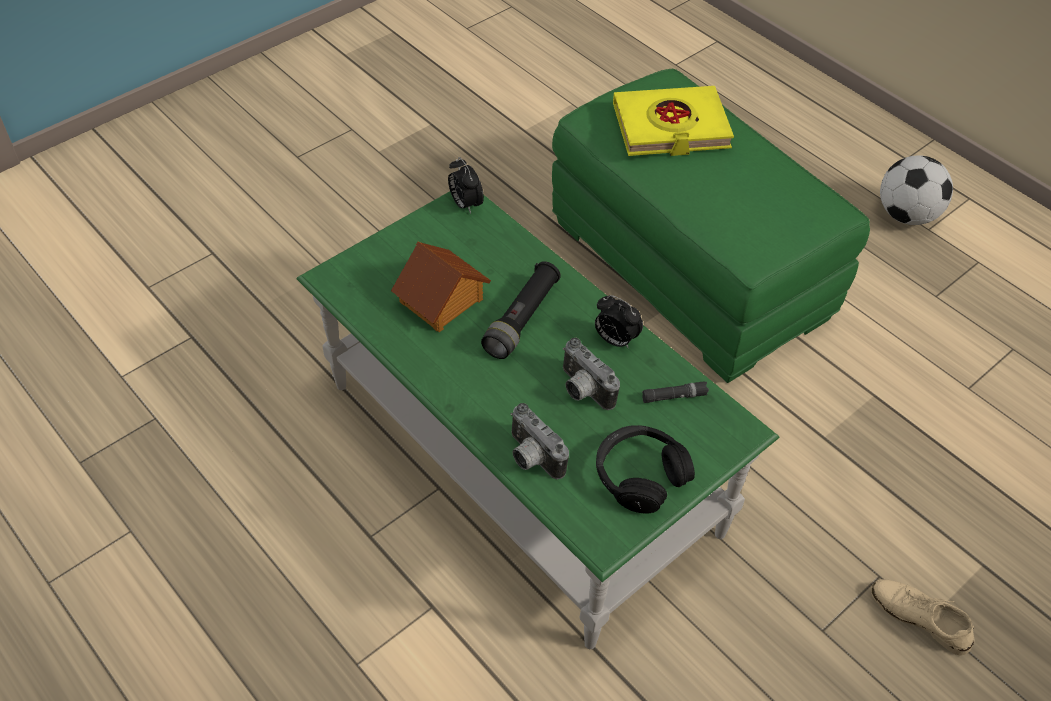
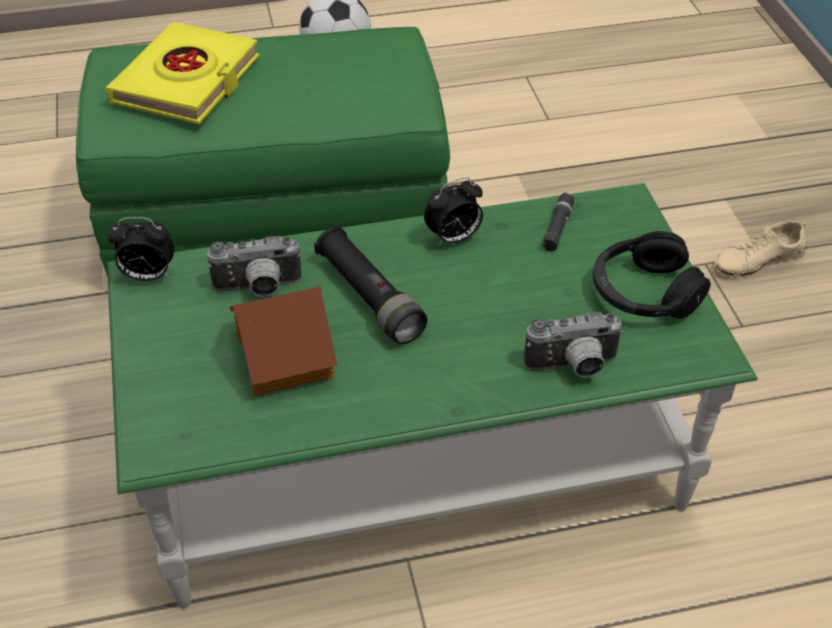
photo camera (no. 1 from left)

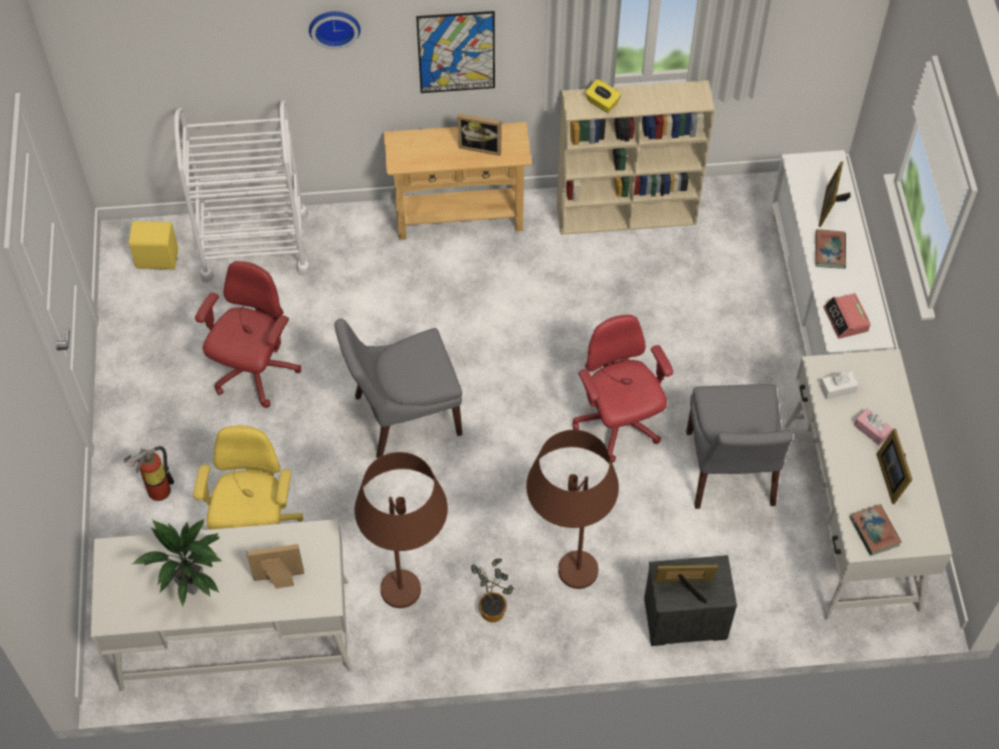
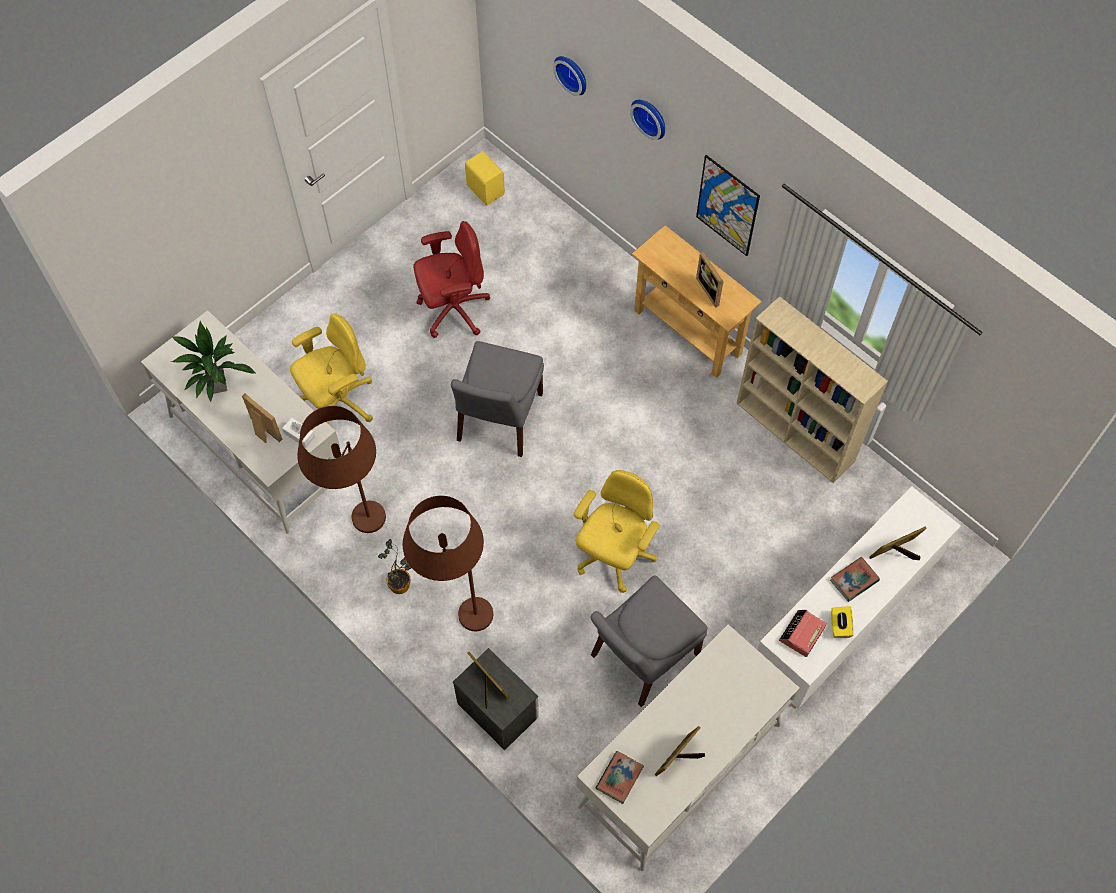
fire extinguisher; cart/white; chair/grey (no. 1 from left); office chair/yellow (no. 2 from left); tissue box/yellow; tissue box/white; tissue box/pink; wall clock (no. 1 from left)

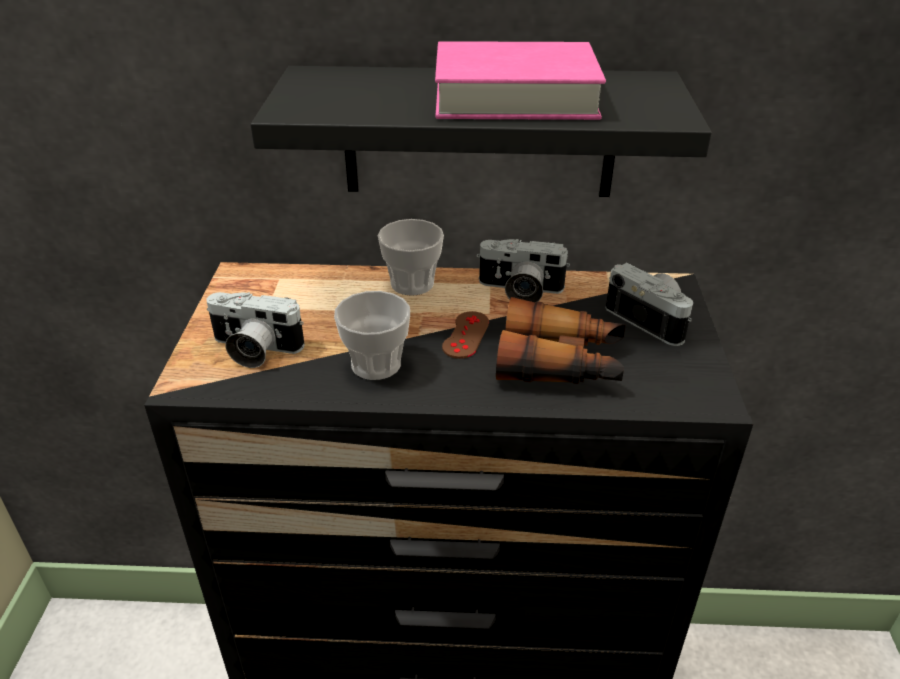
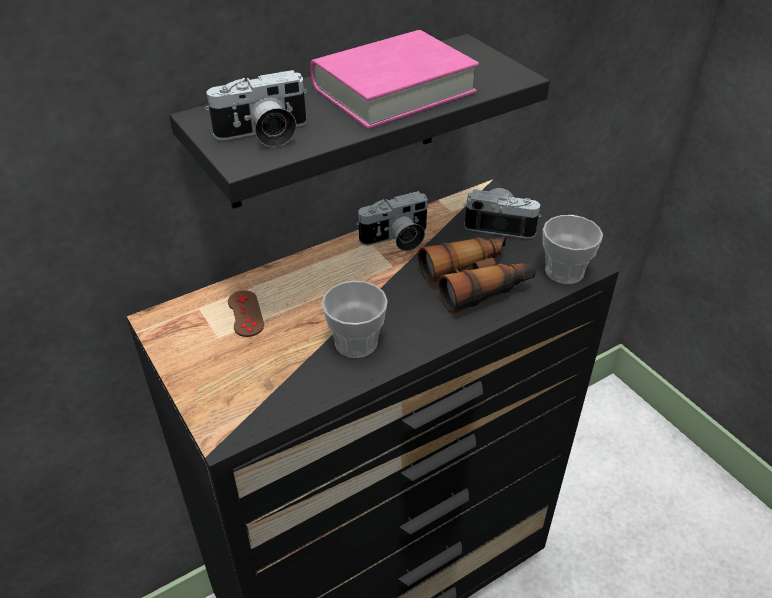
photo camera (no. 1 from left); cup (no. 2 from left); game controller/brown

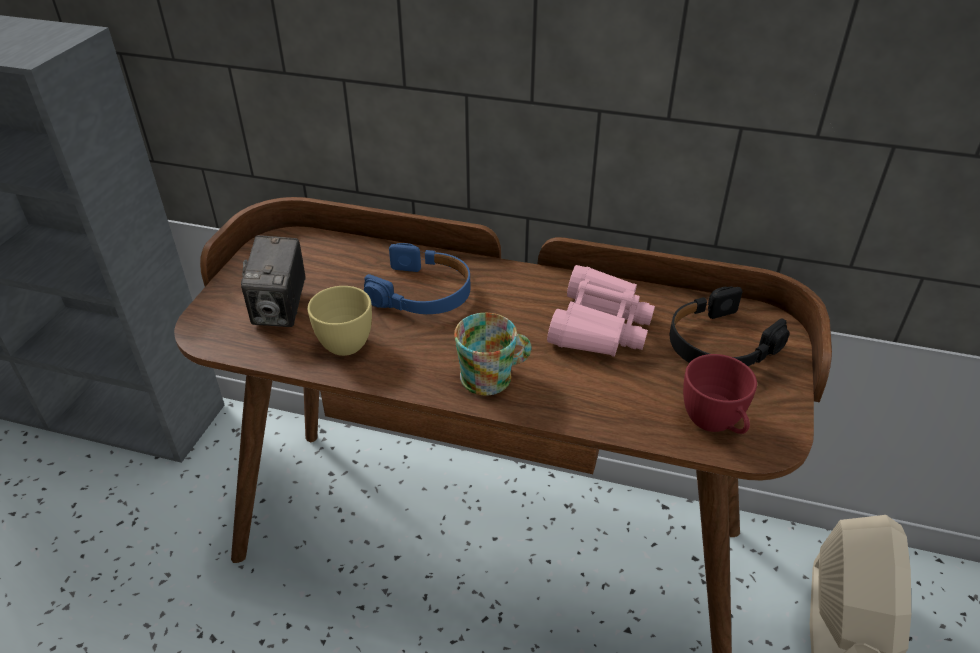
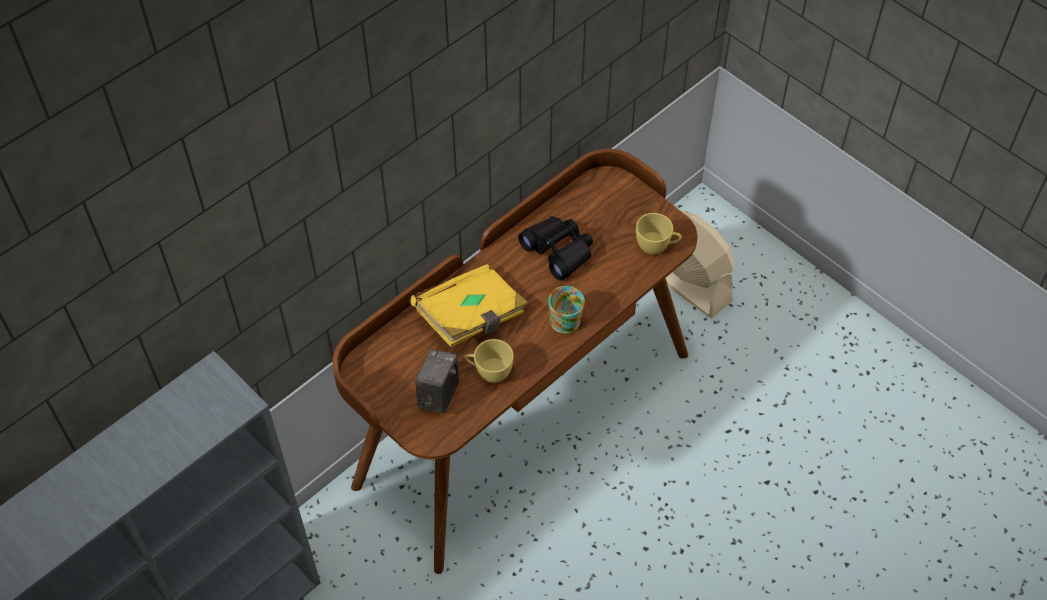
photo camera; book/yellow; binoculars/black; headphones/black; cup/yellow (no. 2 from left)

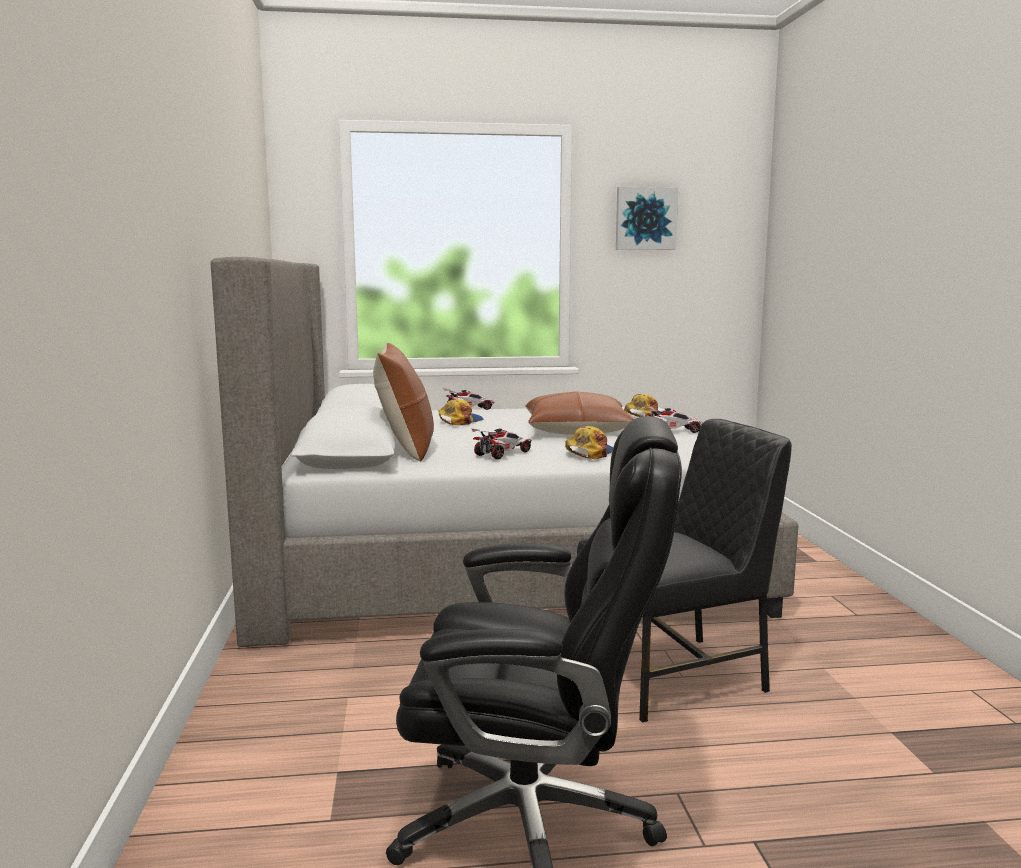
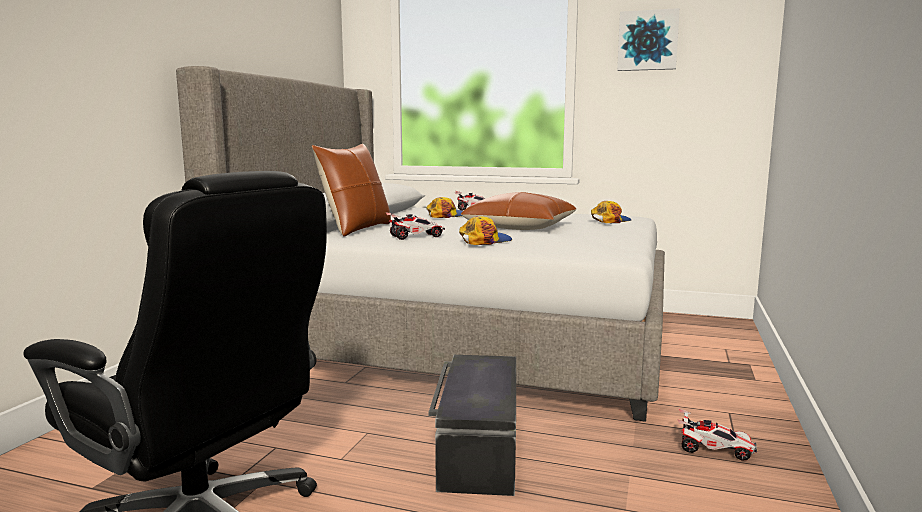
storage box/black; toy car (no. 3 from left)

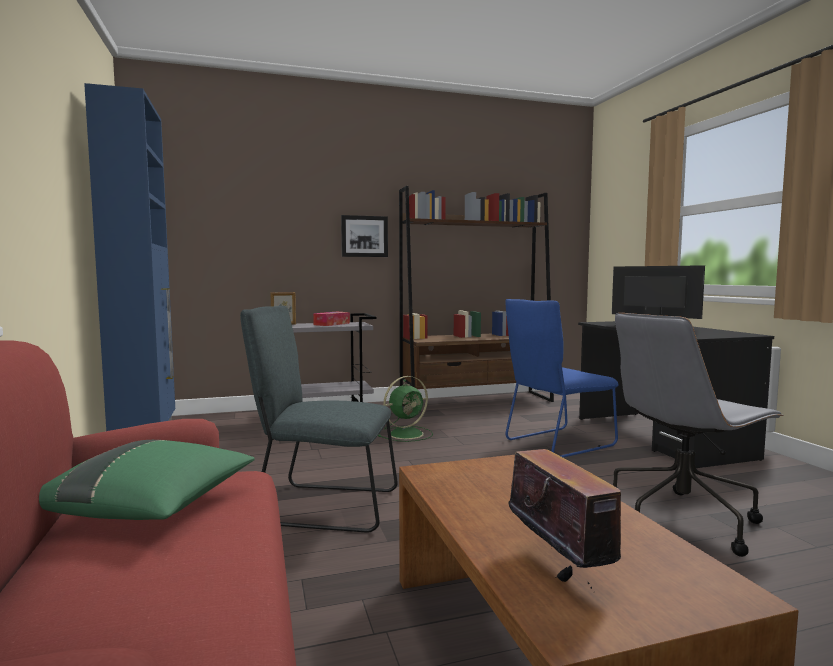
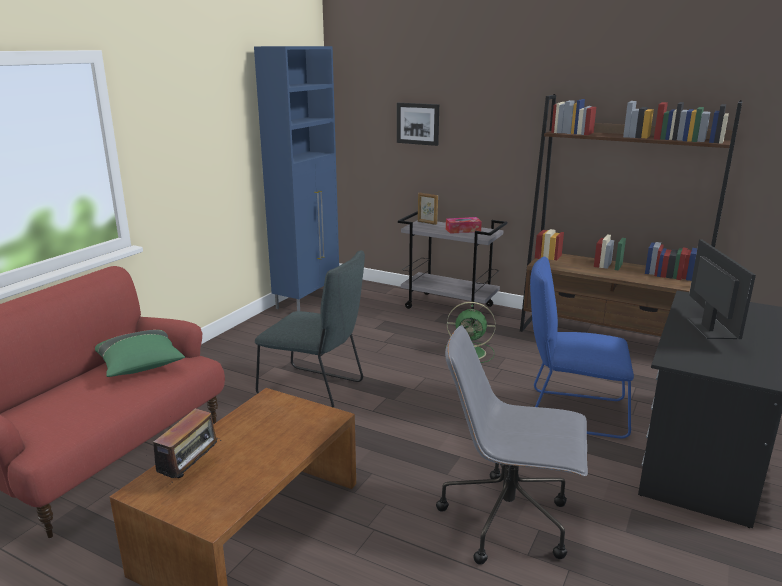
chair/grey; picture

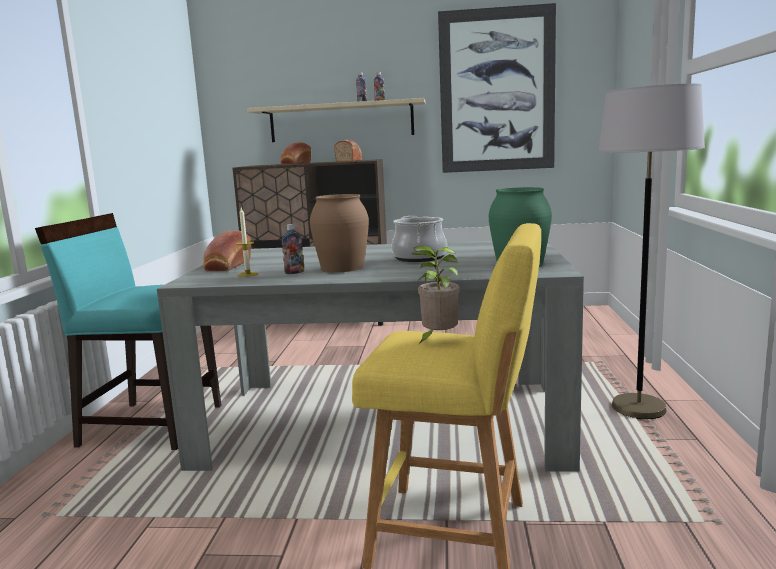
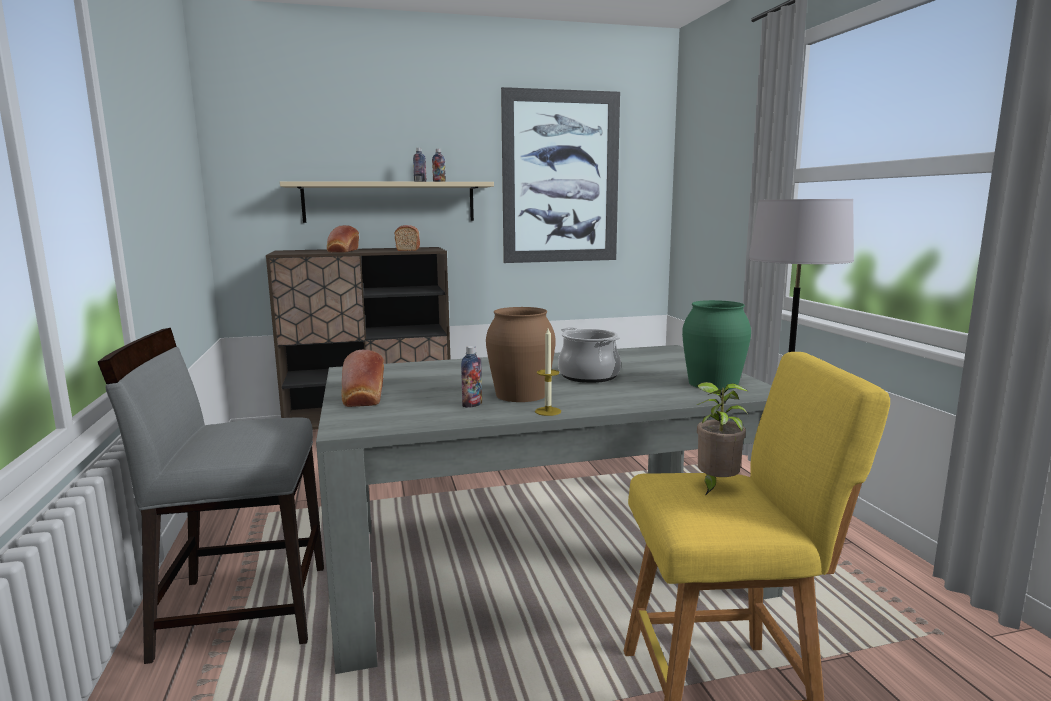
chair/grey; candle

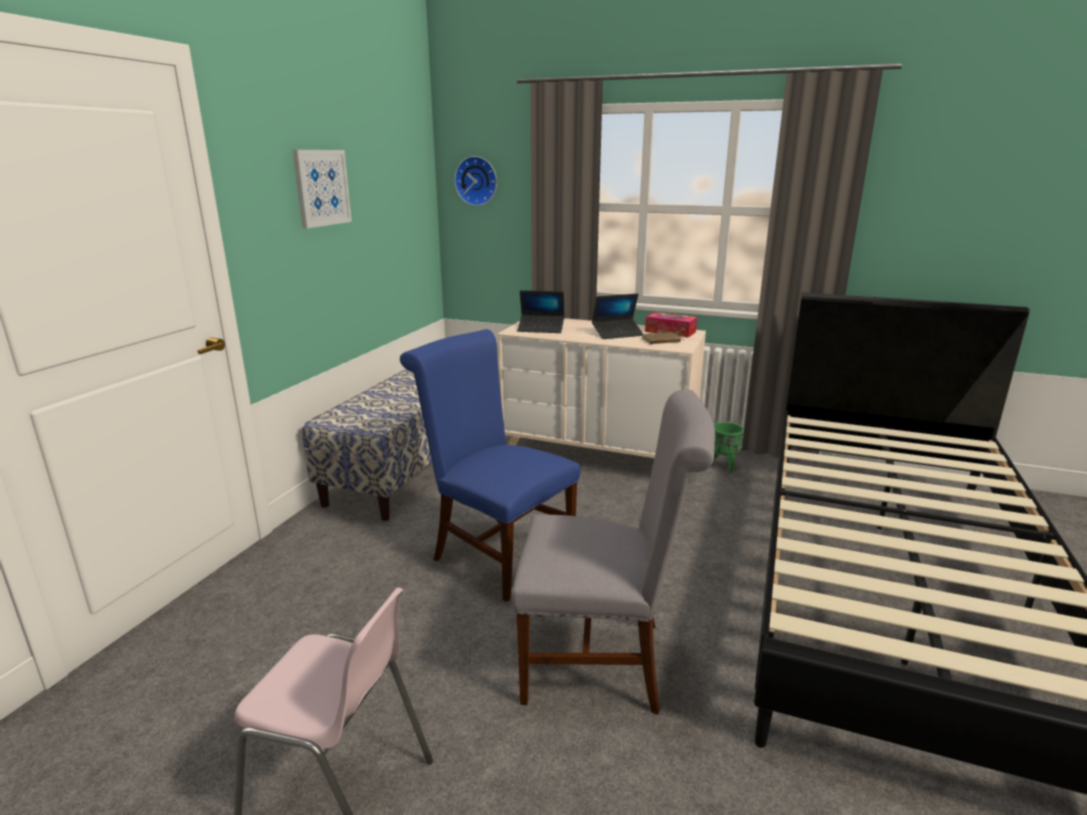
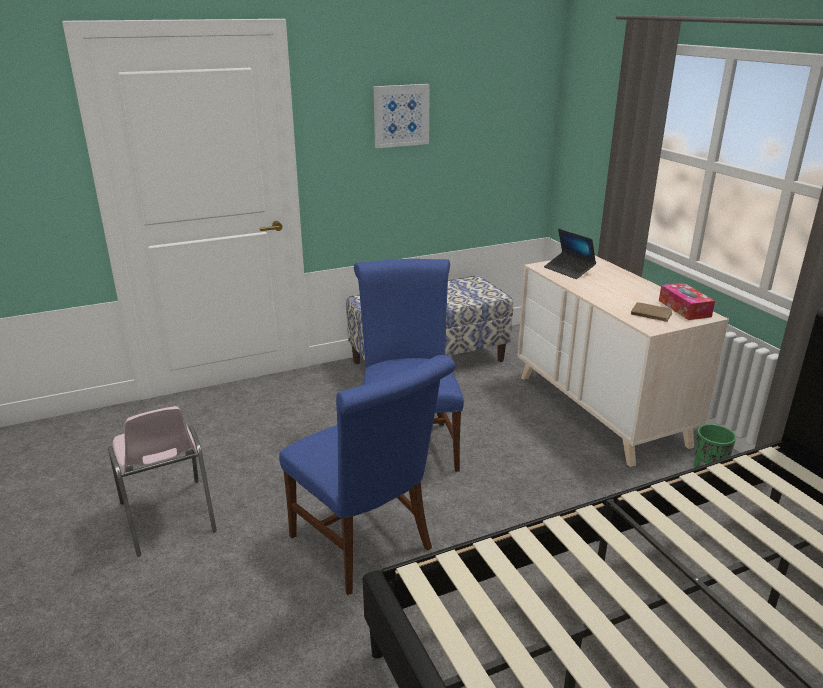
wall clock; chair/blue (no. 1 from left); laptop (no. 2 from left in the first image)

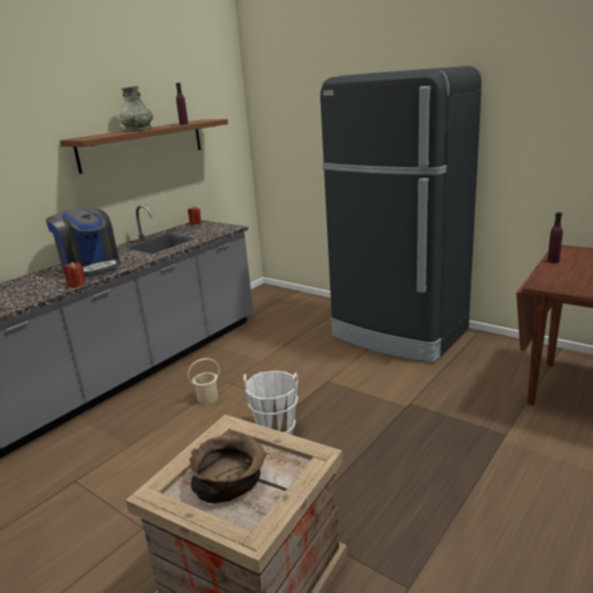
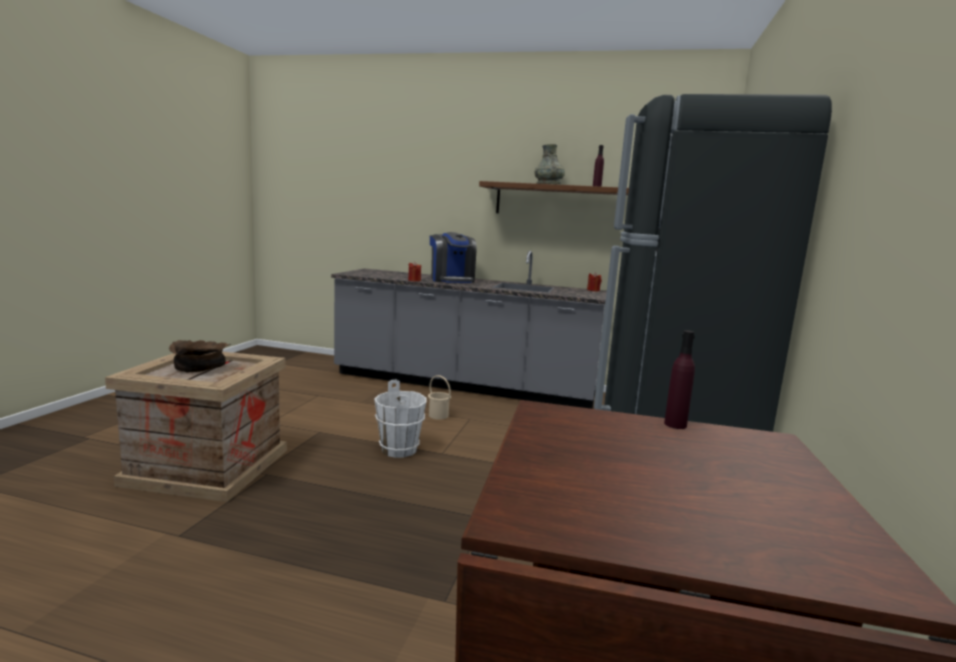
coffee machine

